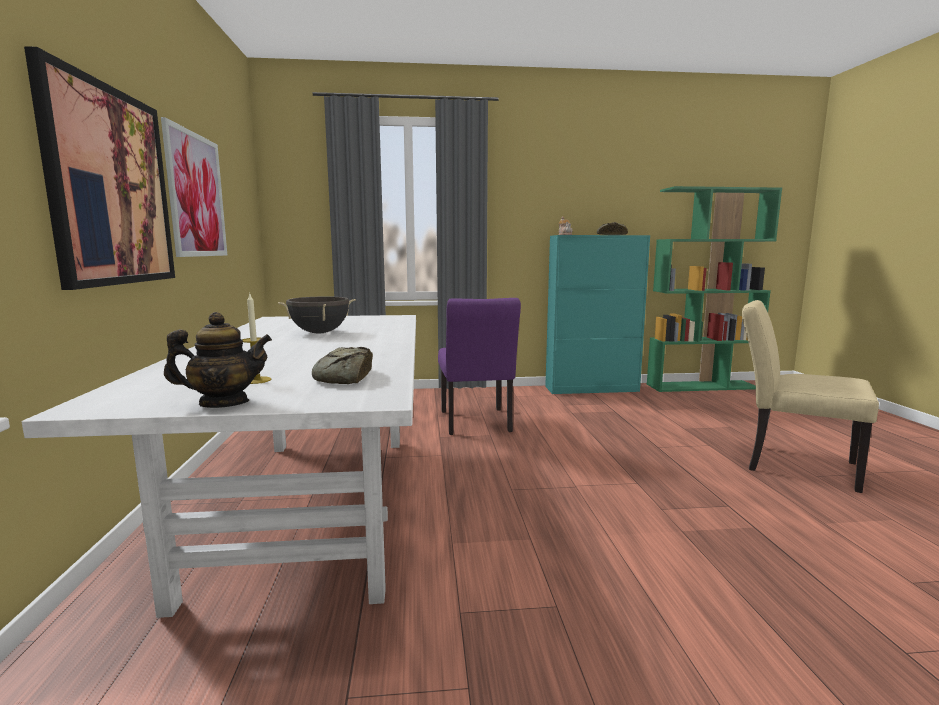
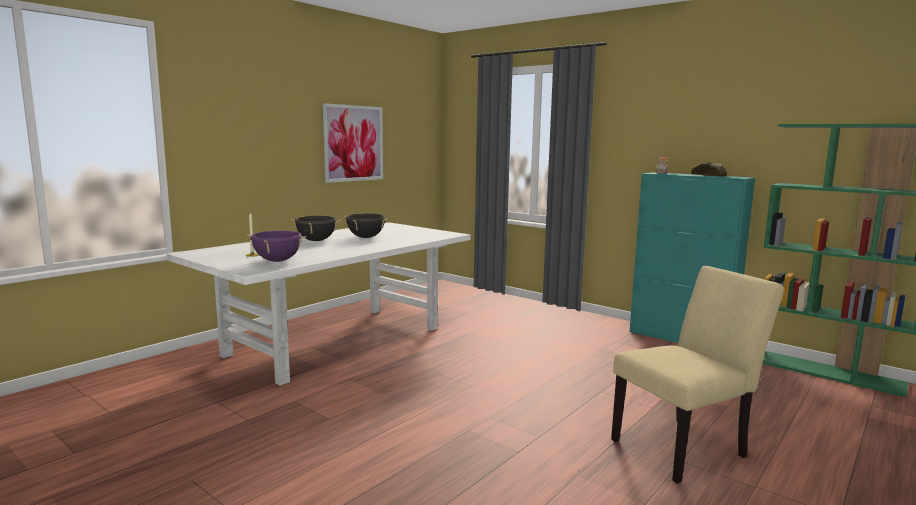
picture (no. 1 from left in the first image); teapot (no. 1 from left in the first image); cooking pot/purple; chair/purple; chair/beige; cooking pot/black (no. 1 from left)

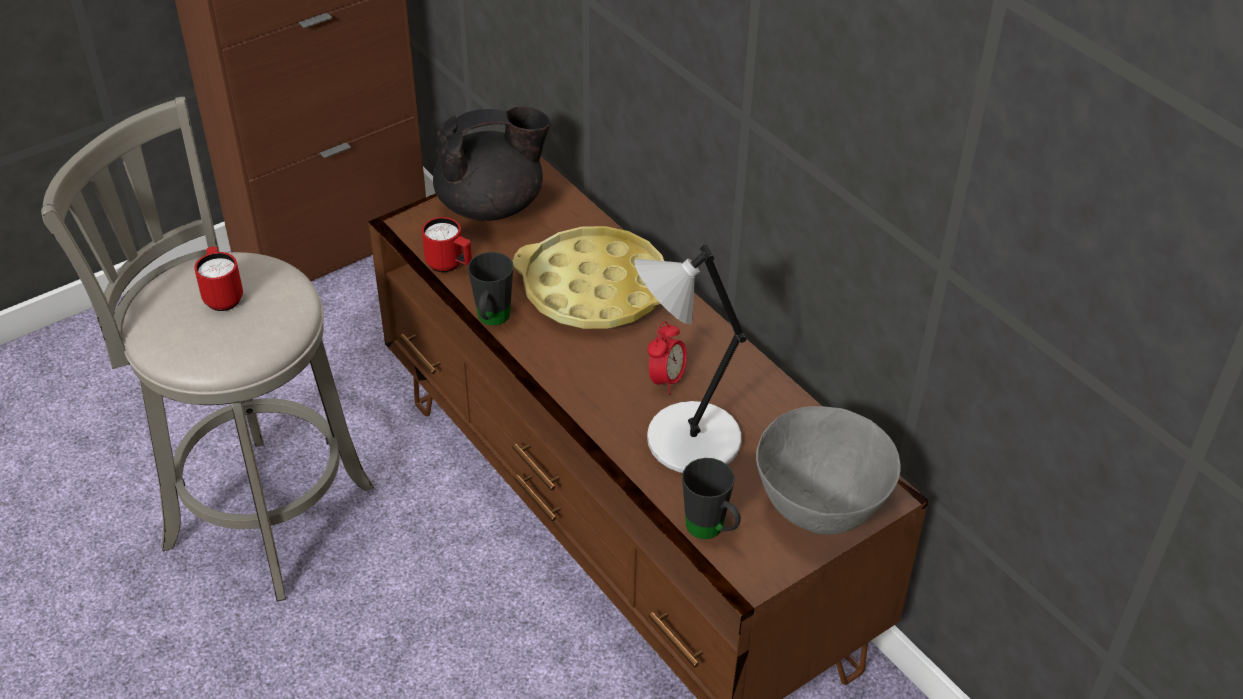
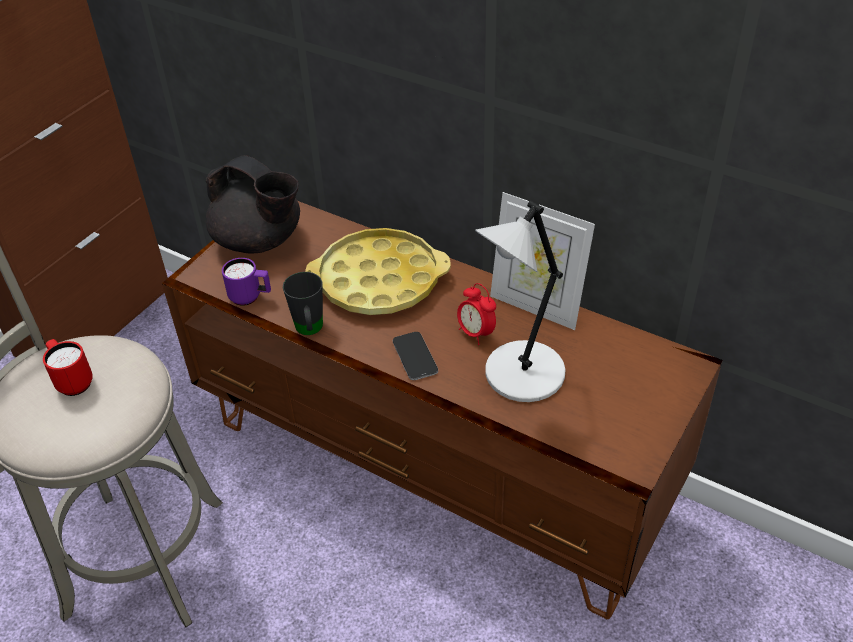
mug/purple; teapot/black; alarm clock; mug/black (no. 2 from left in the first image); bowl/grey; phone; picture frame

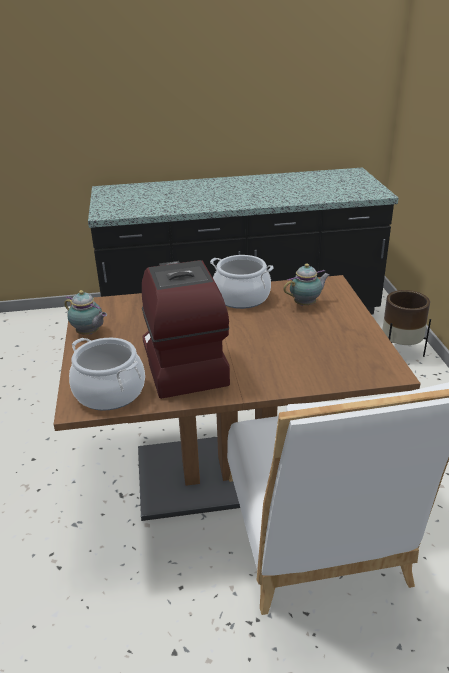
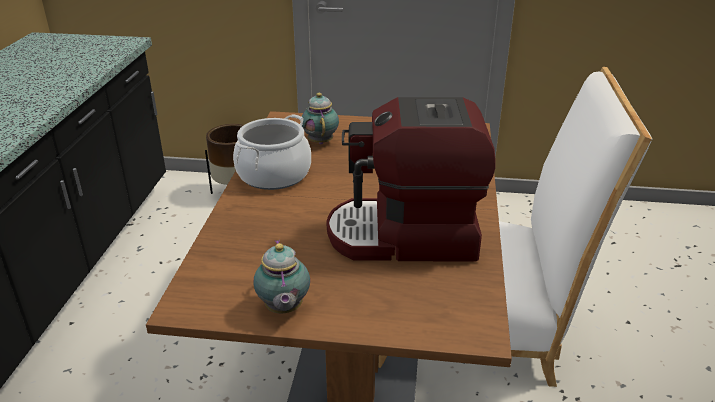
teapot (no. 1 from left); cooking pot (no. 1 from left in the first image)

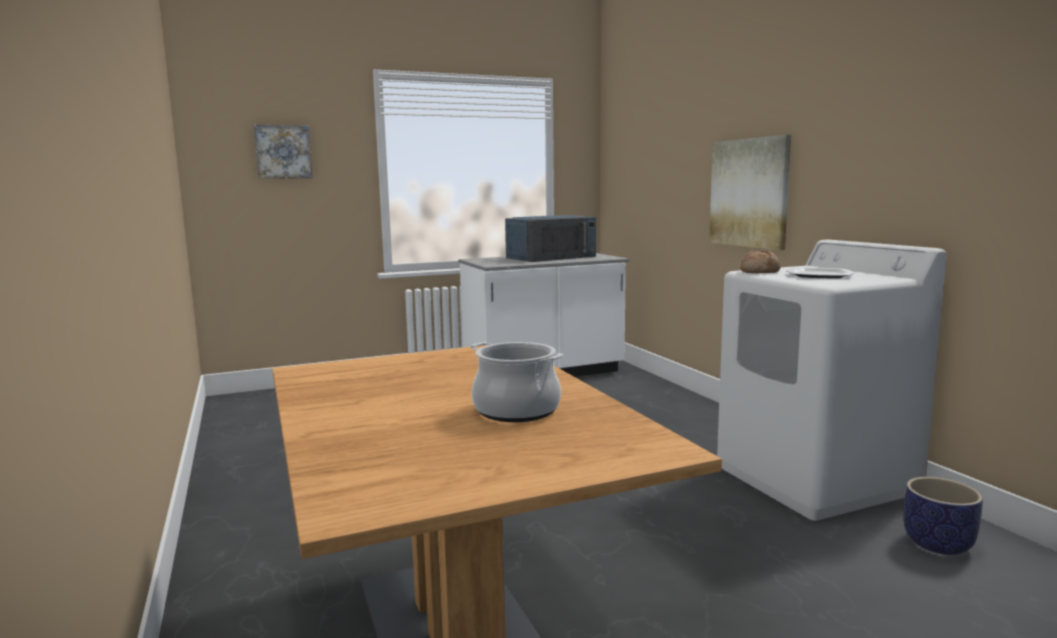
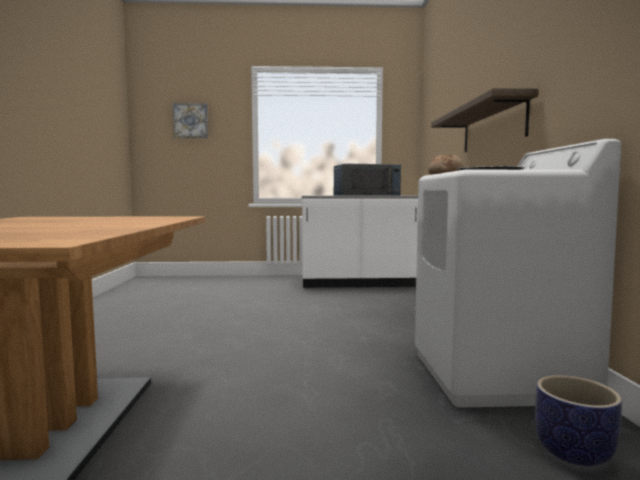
cooking pot; shelf

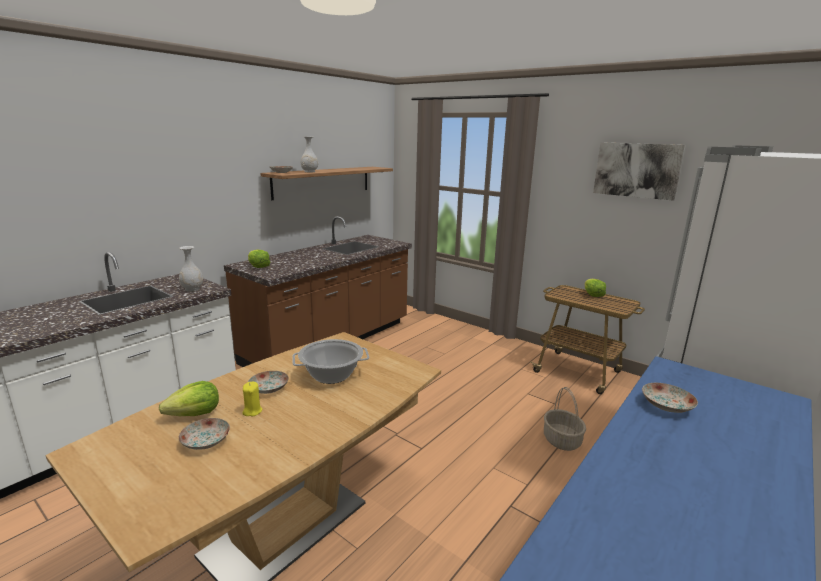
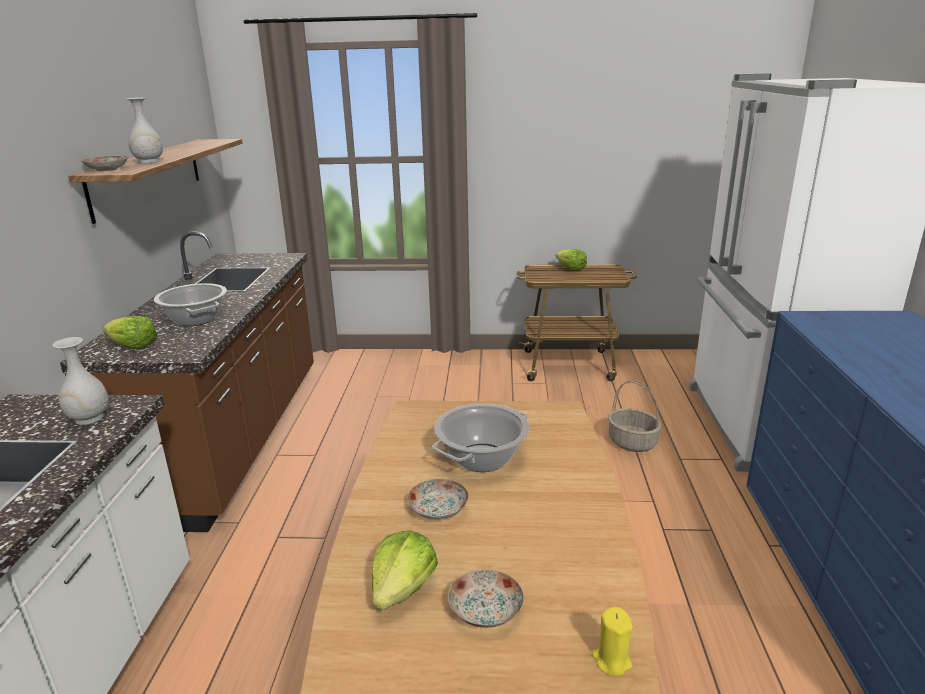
candle/yellow; picture; plate (no. 4 from left in the first image); cooking pot (no. 1 from left)

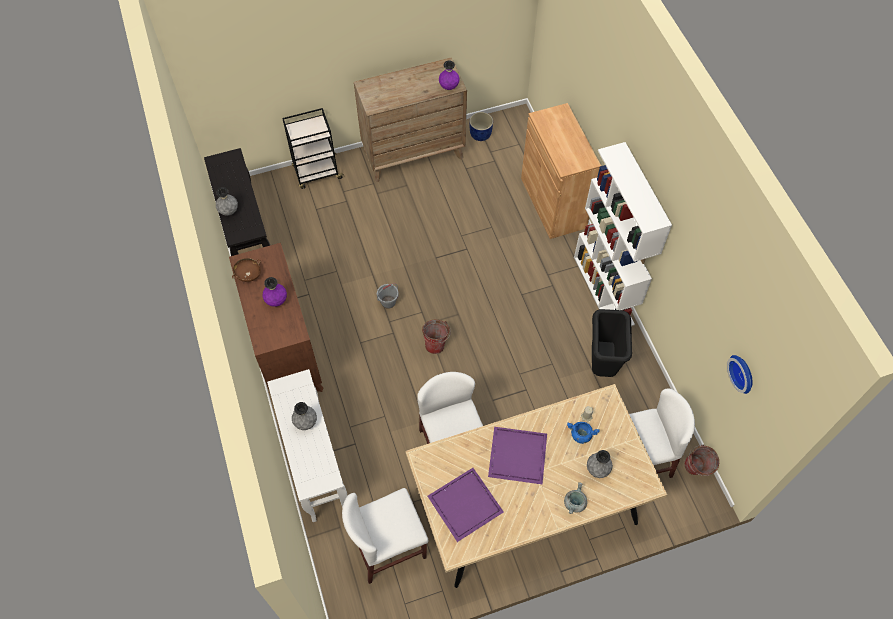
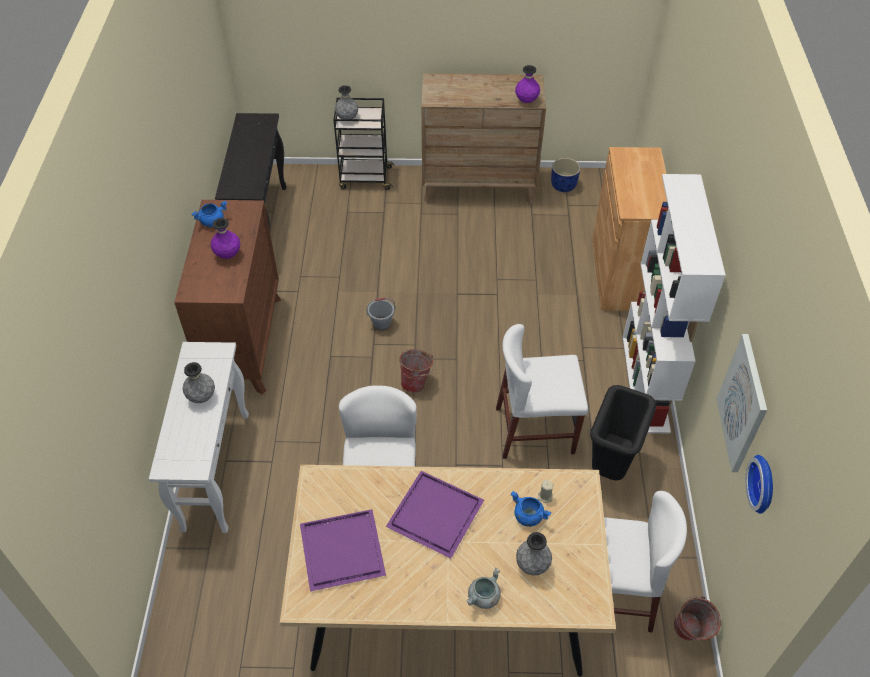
vase/grey (no. 2 from left); cooking pot/blue (no. 1 from left); chair/white (no. 2 from left); picture

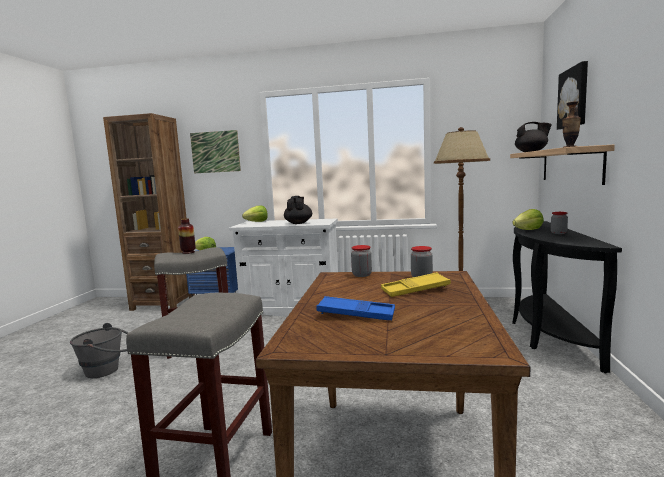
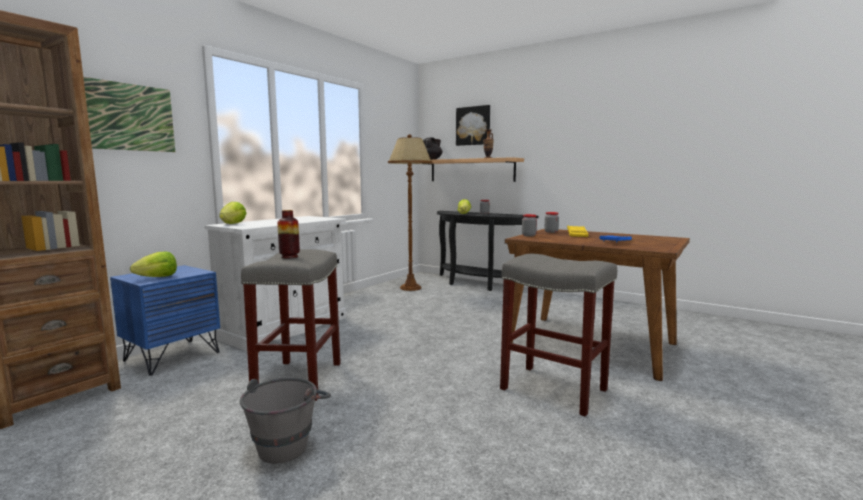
teapot/black (no. 1 from left in the first image)

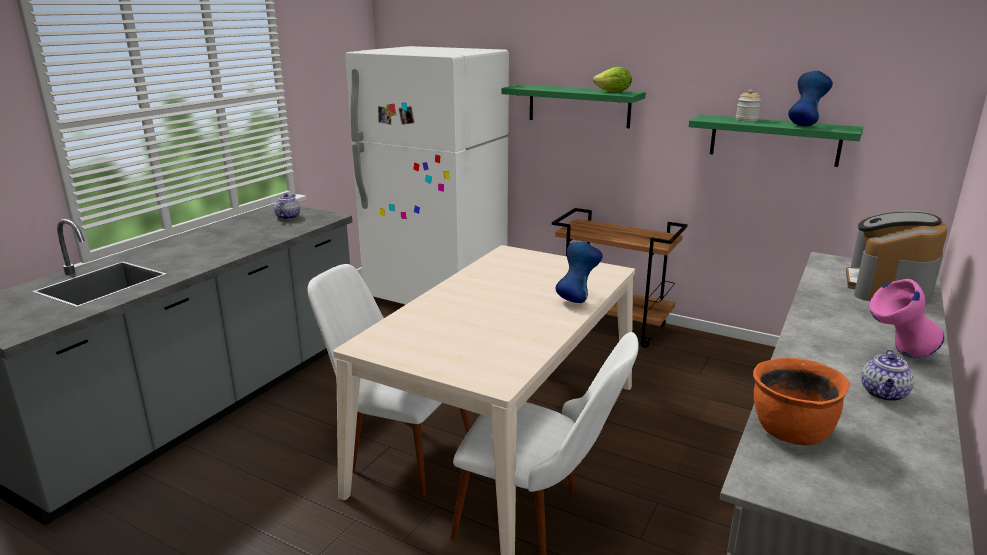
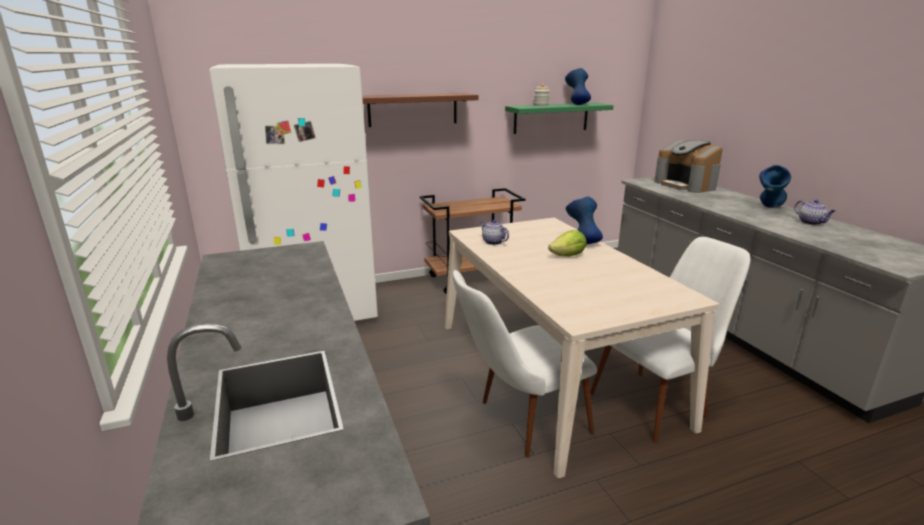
teapot (no. 1 from left); shelf/brown; lettuce; cooking pot/orange; vase/blue (no. 3 from left)

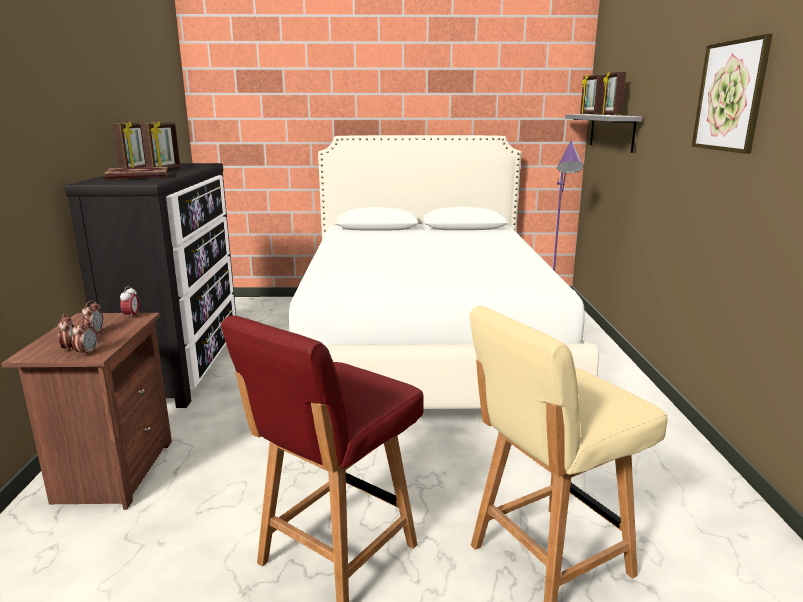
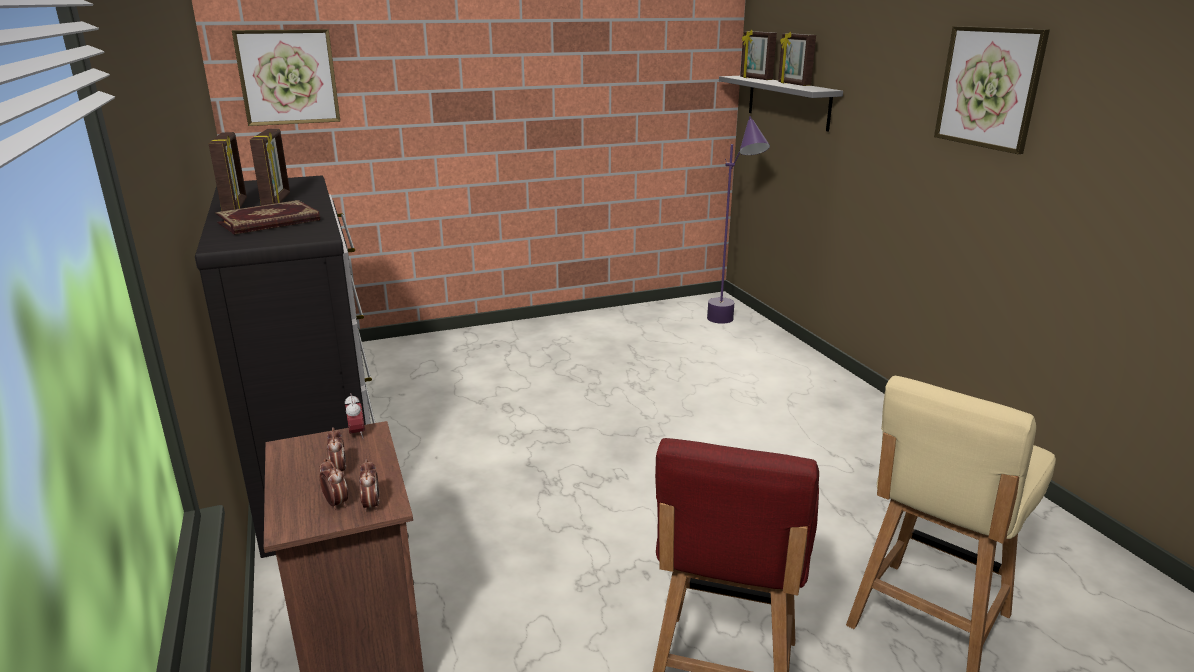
bed/white; picture (no. 1 from left)

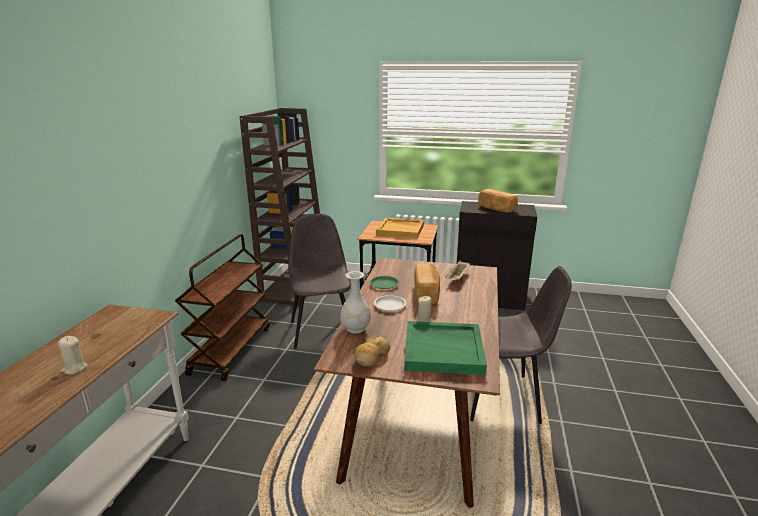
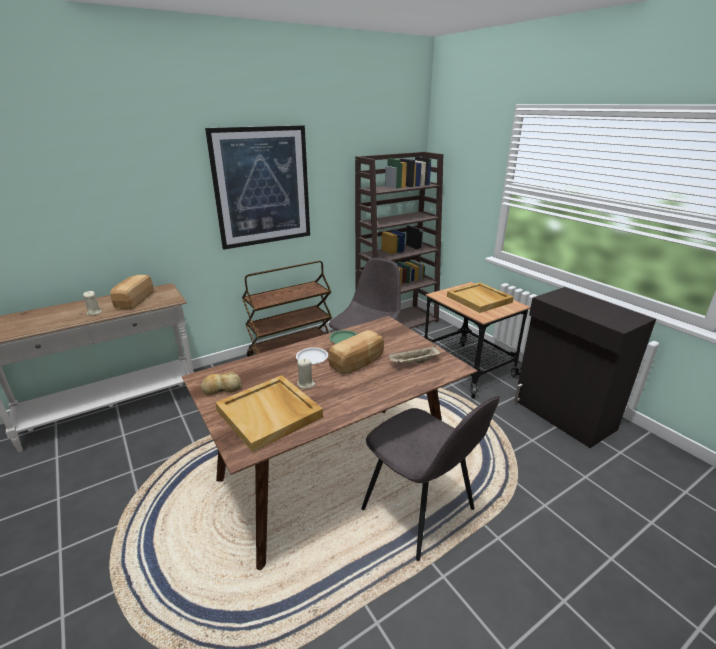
vase/white; tray/beige (no. 1 from left); bread (no. 1 from left); picture

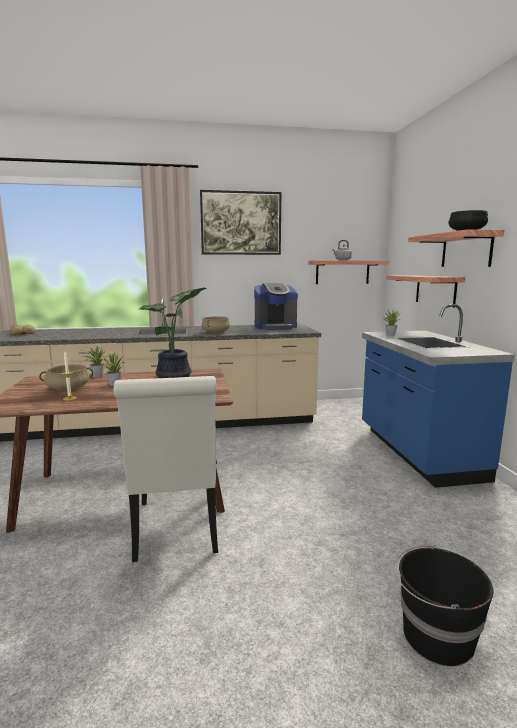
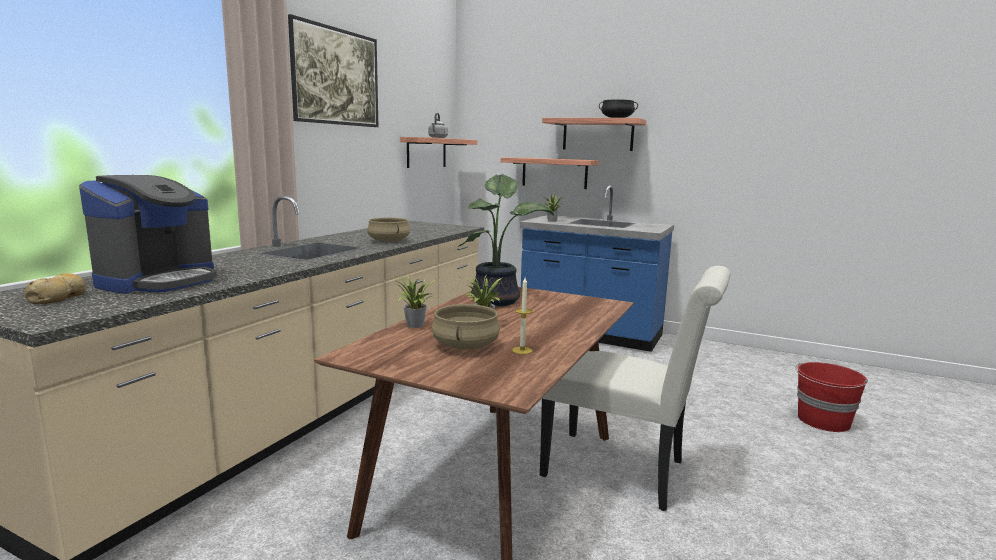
coffee machine; bucket/red

